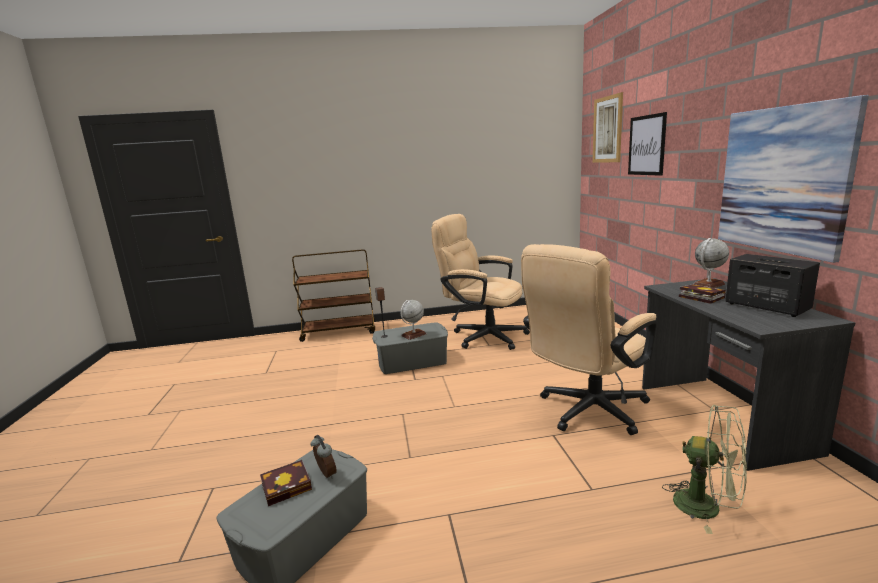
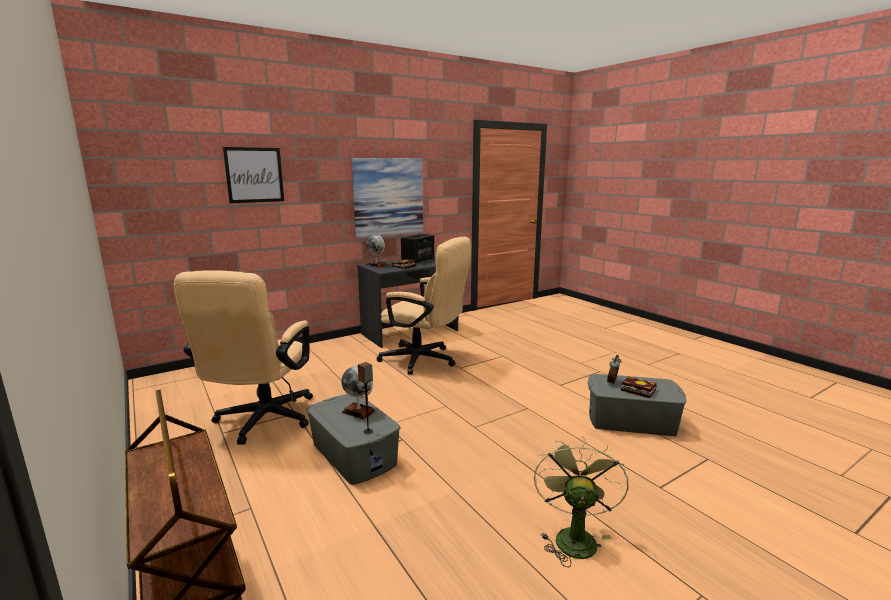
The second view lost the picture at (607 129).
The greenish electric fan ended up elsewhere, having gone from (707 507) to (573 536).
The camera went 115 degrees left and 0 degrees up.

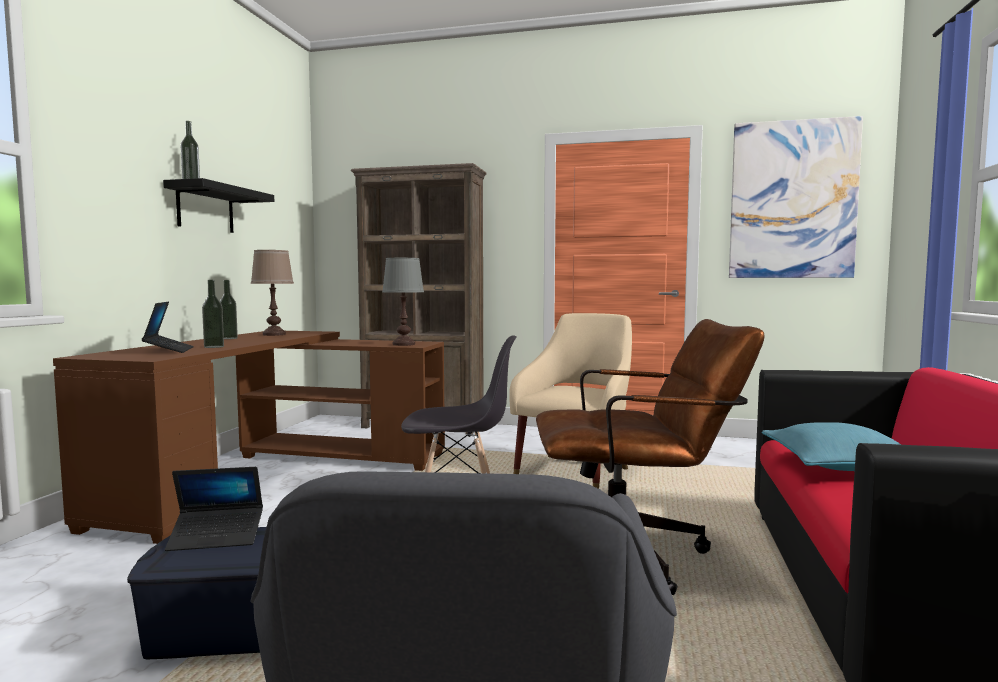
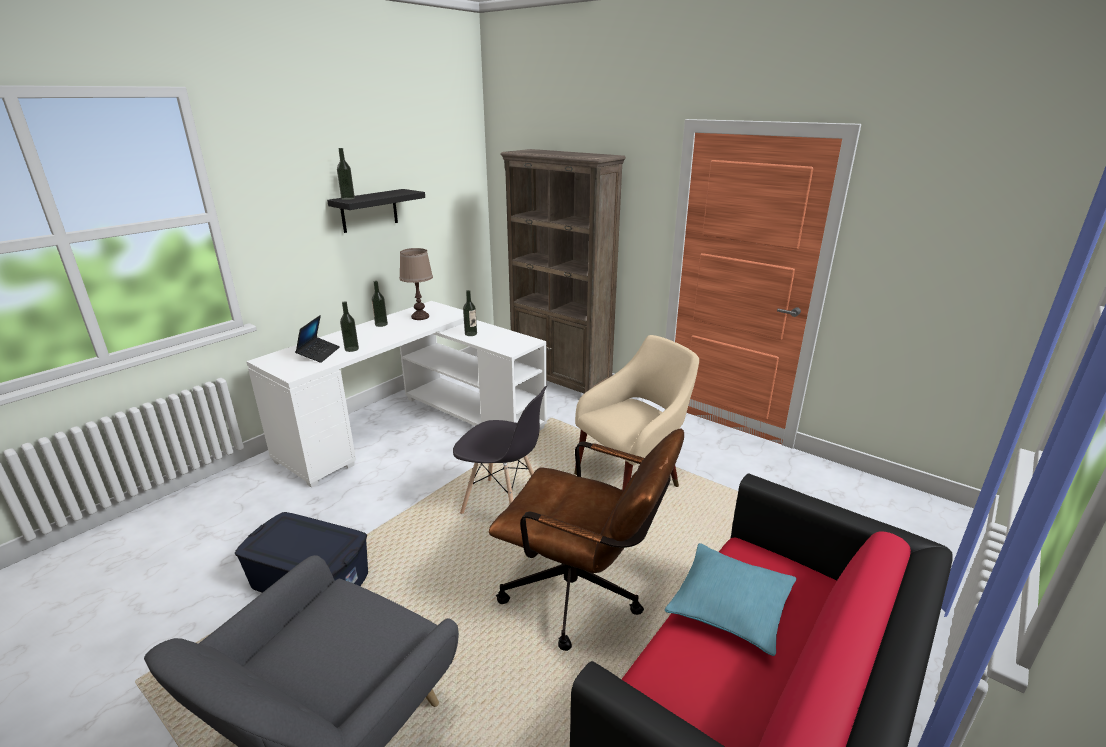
The second view lost the notebook computer at (217 537).
The second view lost the greyish lamp for a table at (404 344).
The second view lost the picture at (792 200).
The second view gained the beverage bottle at (471 334).
What was the brown-coloured desk at (276 475) turned into the white-coloured desk at (415 427).
The camera went 25 degrees right and 20 degrees up.

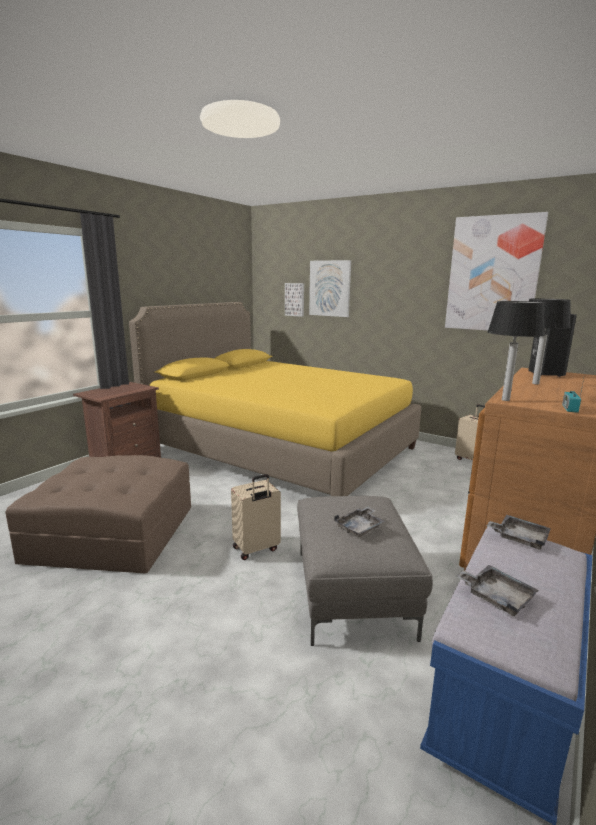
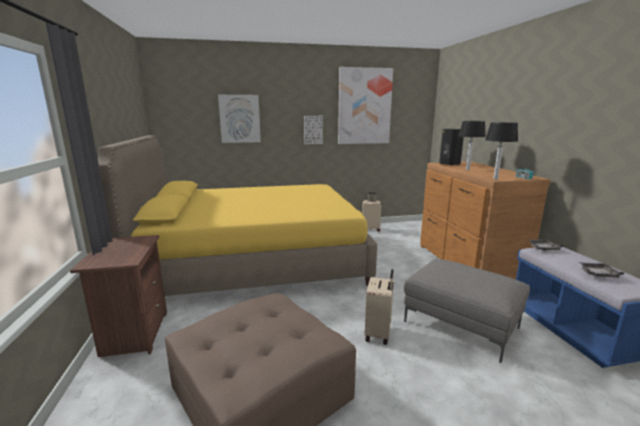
The second view lost the greyish tray at (360 528).
The picture ended up elsewhere, having gone from (295 299) to (313 129).
The camera went 45 degrees left and 0 degrees up.

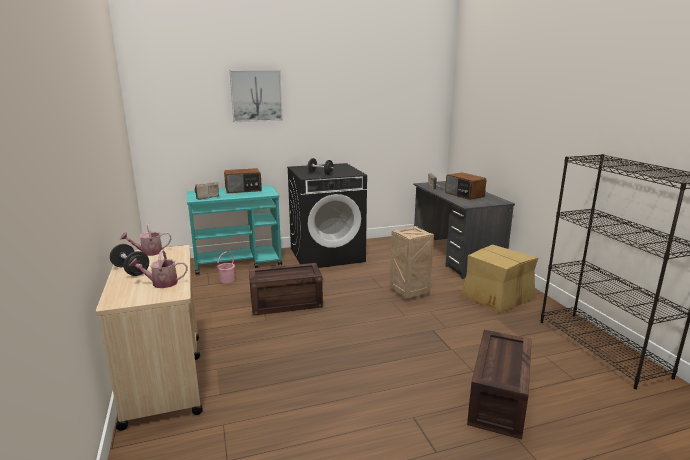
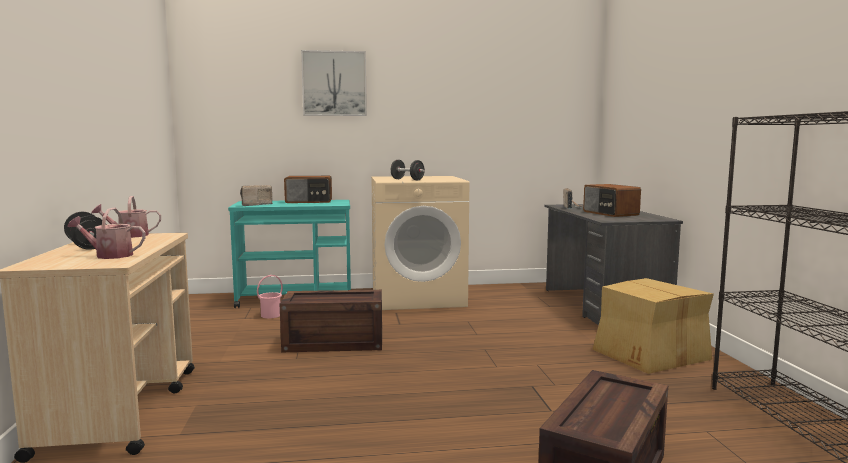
The second view lost the shipping crate at (409 293).
What was the black-coloured washing machine at (327 255) turned into the sand-coloured washing machine at (418 297).
The camera went 10 degrees right and 10 degrees down.

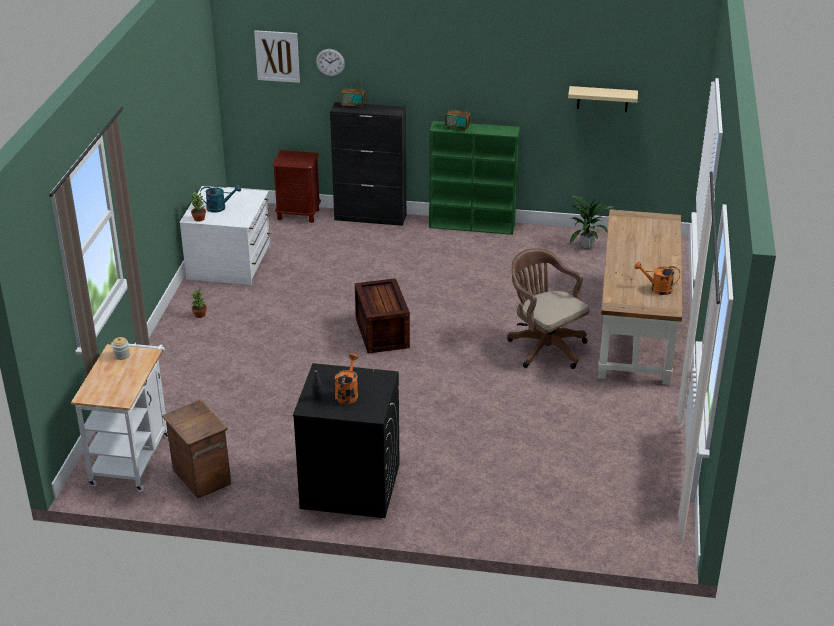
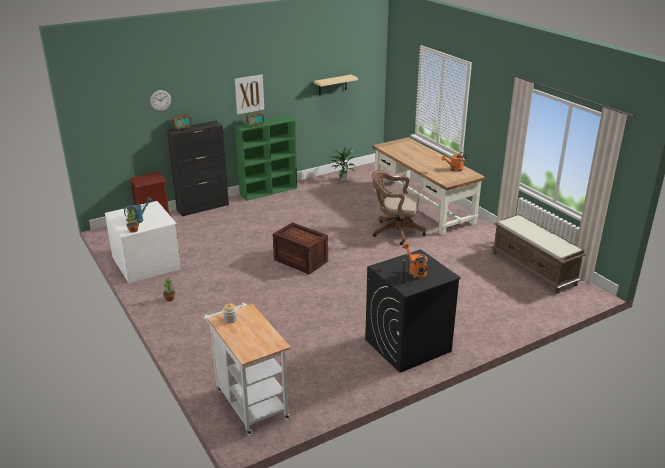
The second view lost the shipping crate at (201 478).
The second view gained the brown-coloured indoor bench at (534 268).
The picture ended up elsewhere, having gone from (277 56) to (249 94).
The camera went 40 degrees left and 5 degrees down.

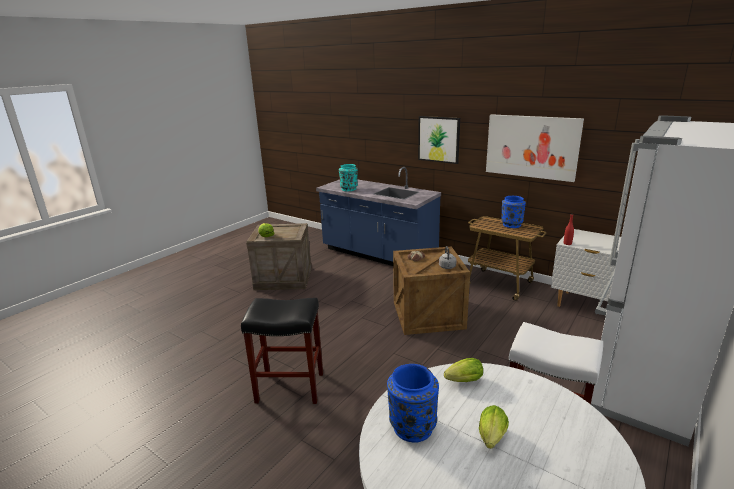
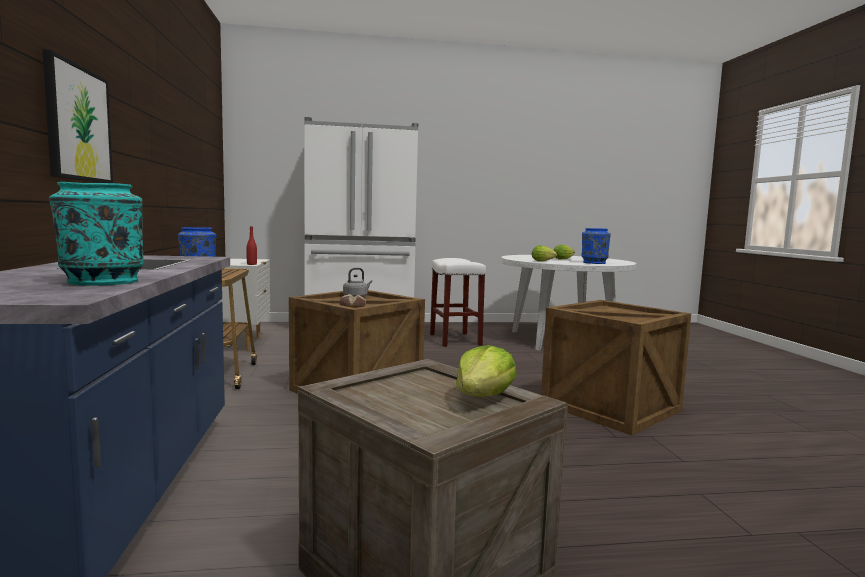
The second view lost the picture at (531 146).
Where the black-coloured stool seat stood at (289 388), the shipping crate came to stand at (612 407).
The camera went 135 degrees left and 15 degrees down.

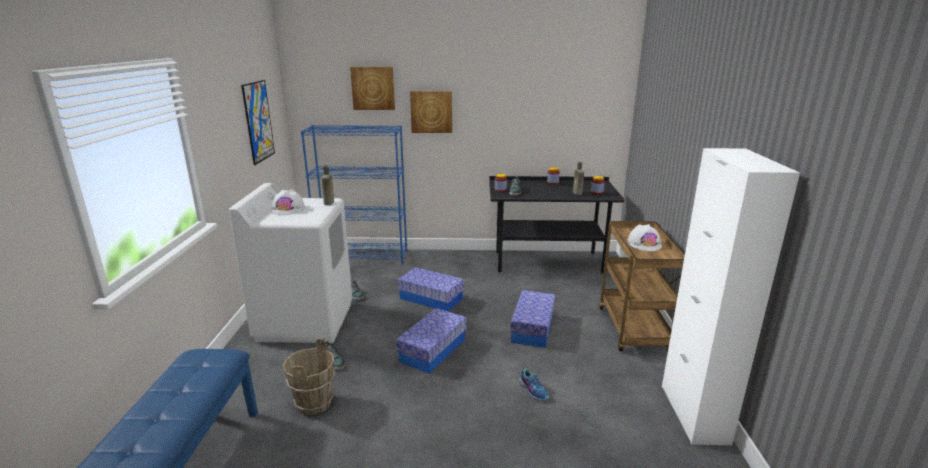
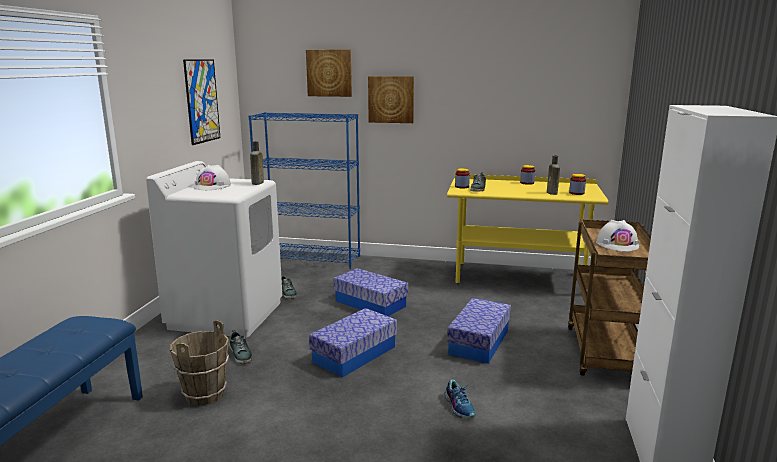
What was the black-coloured desk at (547 264) turned into the yellowish desk at (518 279).
The camera went 10 degrees right and 5 degrees down.

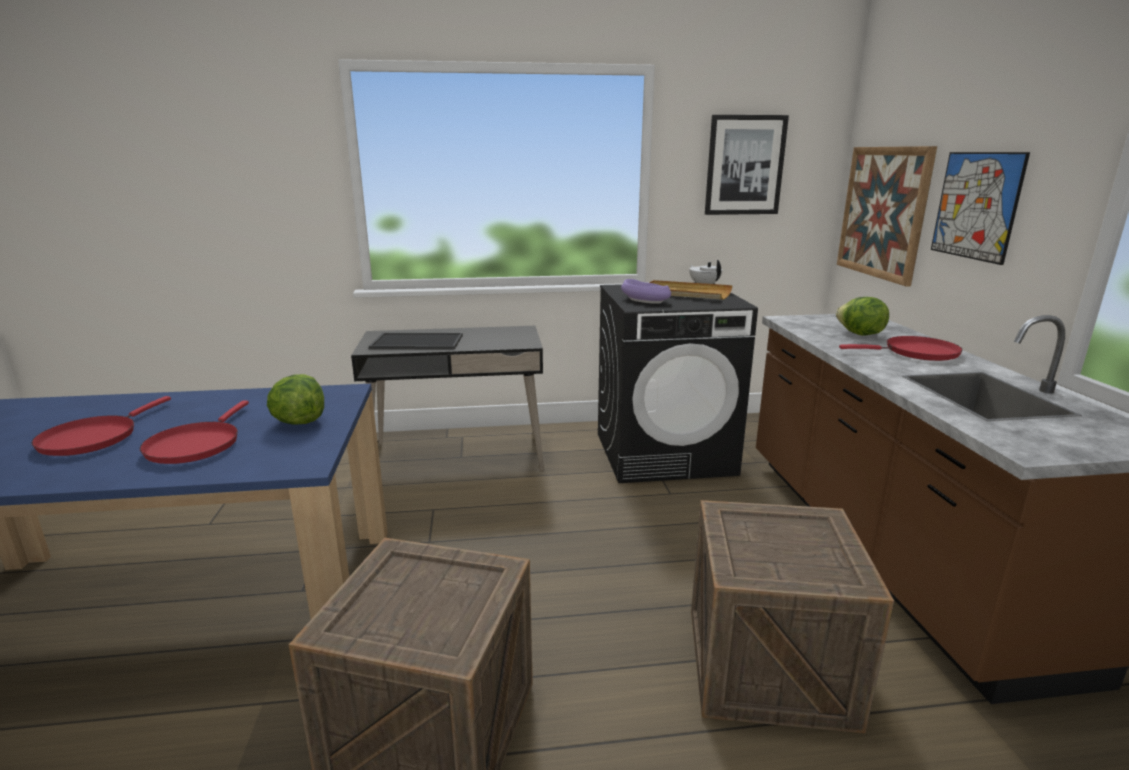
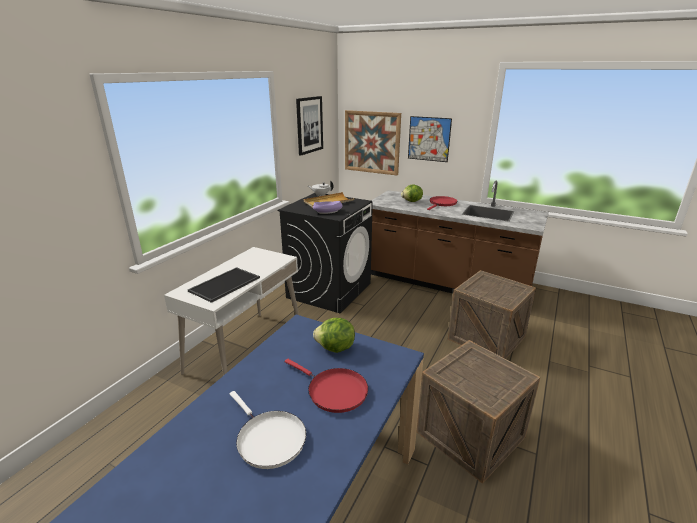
What was the reddish frying pan at (93 438) turned into the white-coloured frying pan at (268 439).
What was the black-coloured desk at (458 456) turned into the white-coloured desk at (245 349).
The camera went 55 degrees left and 5 degrees up.

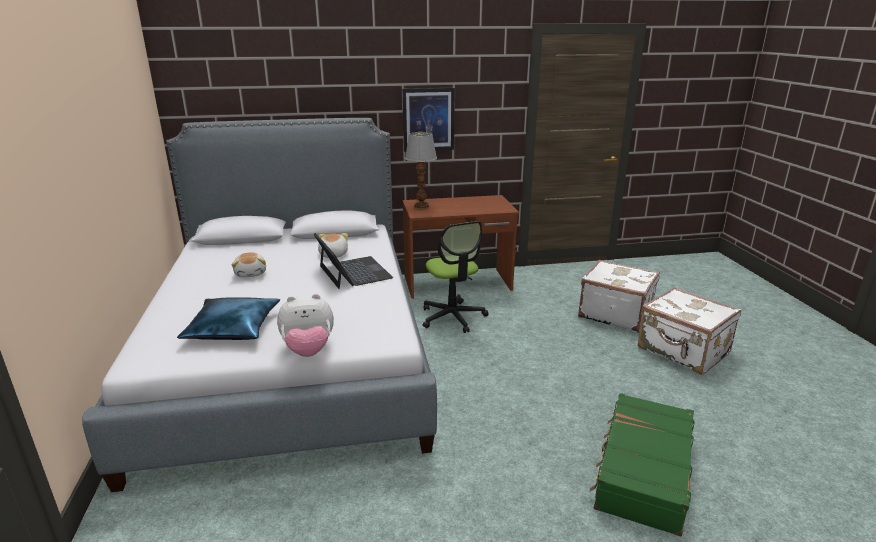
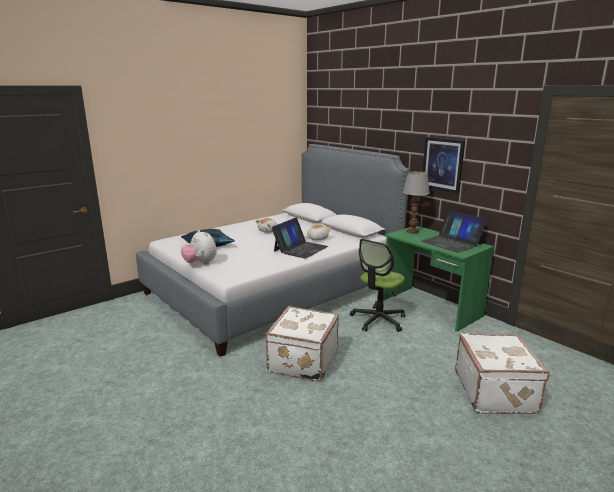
The second view lost the greenish suitcase at (642 471).
The second view gained the notebook computer at (452 242).
The white-coloured suitcase ended up elsewhere, having gone from (682 351) to (301 361).
What was the brown-coloured desk at (458 283) turned into the greenish desk at (431 308).
The camera went 60 degrees right and 5 degrees down.

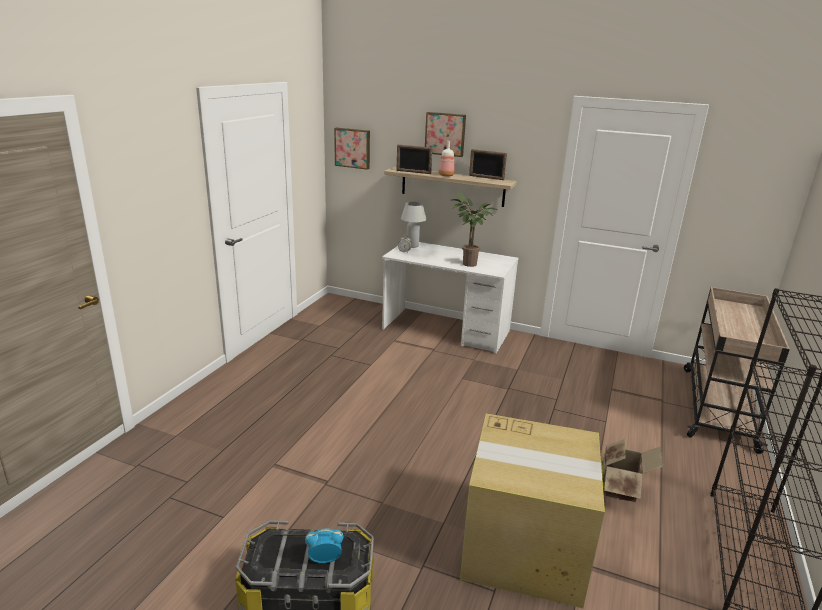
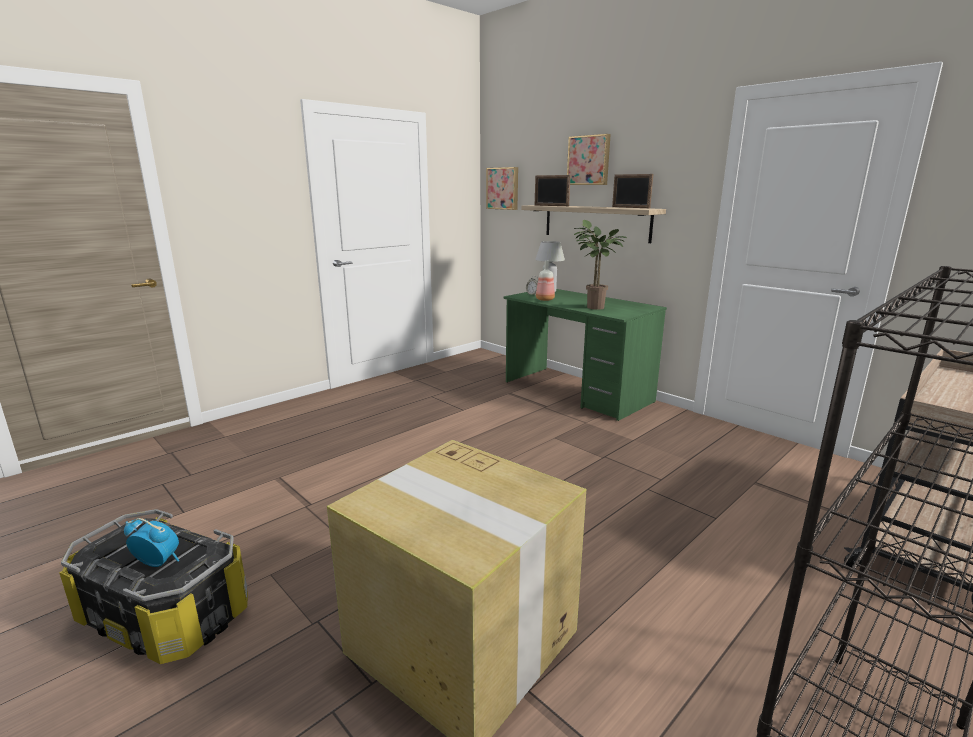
The second view lost the cardboard box at (621 488).
The beverage bottle ended up elsewhere, having gone from (446 175) to (544 299).
What was the white-coloured desk at (446 330) turned into the greenish desk at (576 392).
The camera went 25 degrees right and 5 degrees down.

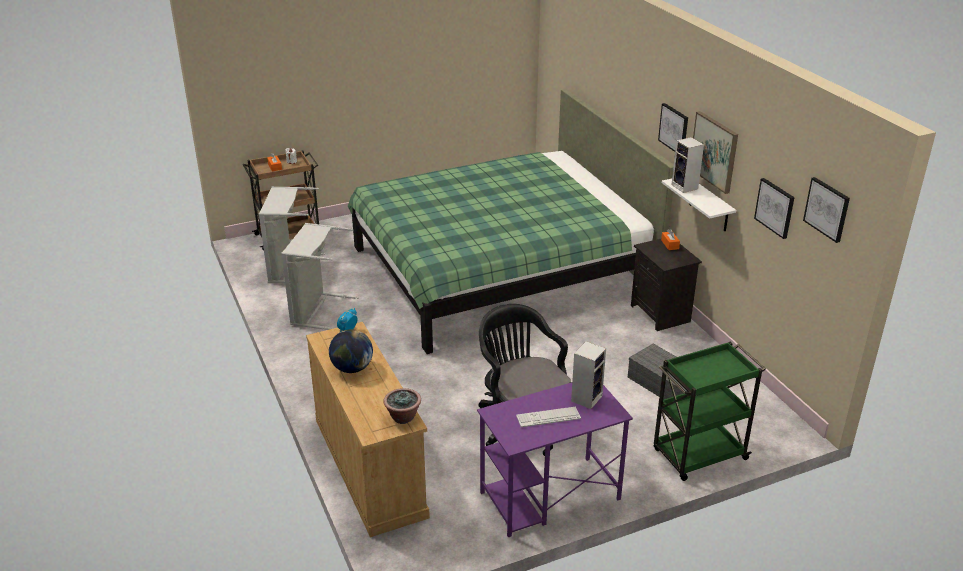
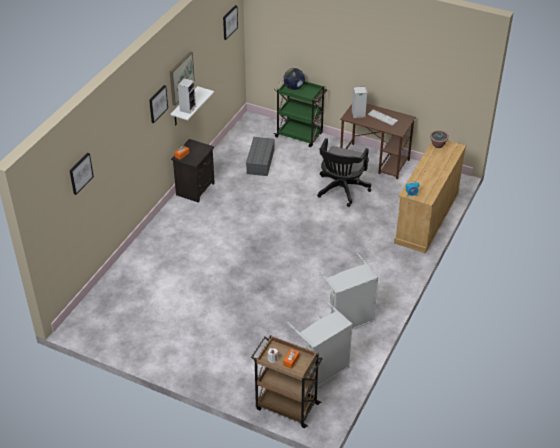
The second view lost the greenish sleeping bed at (499 269).
The world globe ended up elsewhere, having gone from (352 368) to (294 87).
The picture ended up elsewhere, having gone from (775 207) to (80 173).
What was the purple-coloured desk at (549 496) turned into the brown-coloured desk at (375 161).
The camera went 130 degrees left and 10 degrees up.

